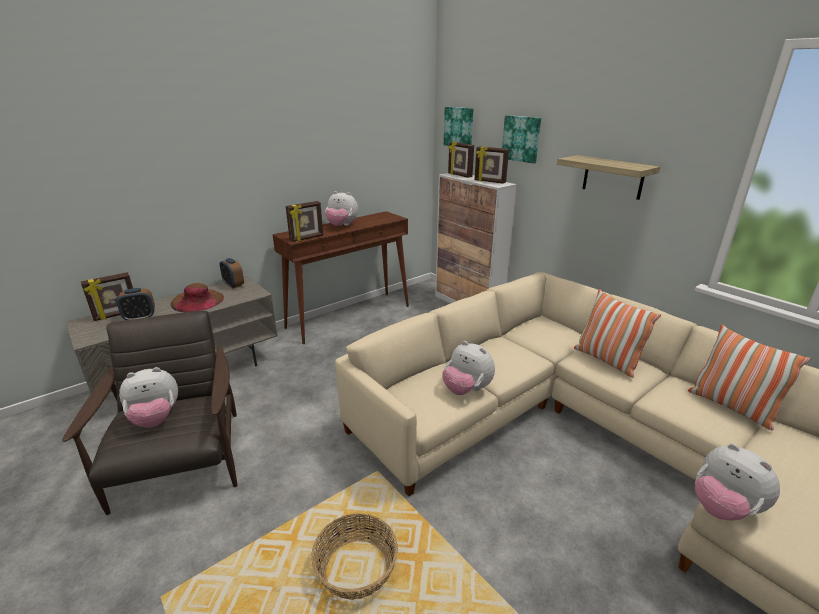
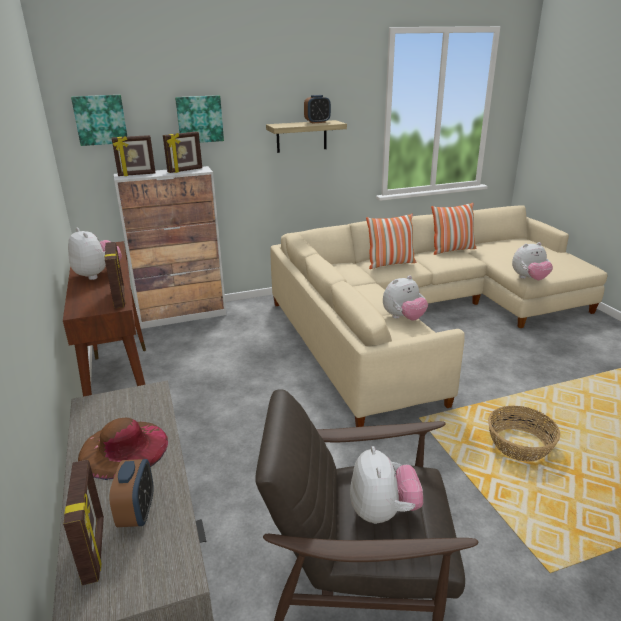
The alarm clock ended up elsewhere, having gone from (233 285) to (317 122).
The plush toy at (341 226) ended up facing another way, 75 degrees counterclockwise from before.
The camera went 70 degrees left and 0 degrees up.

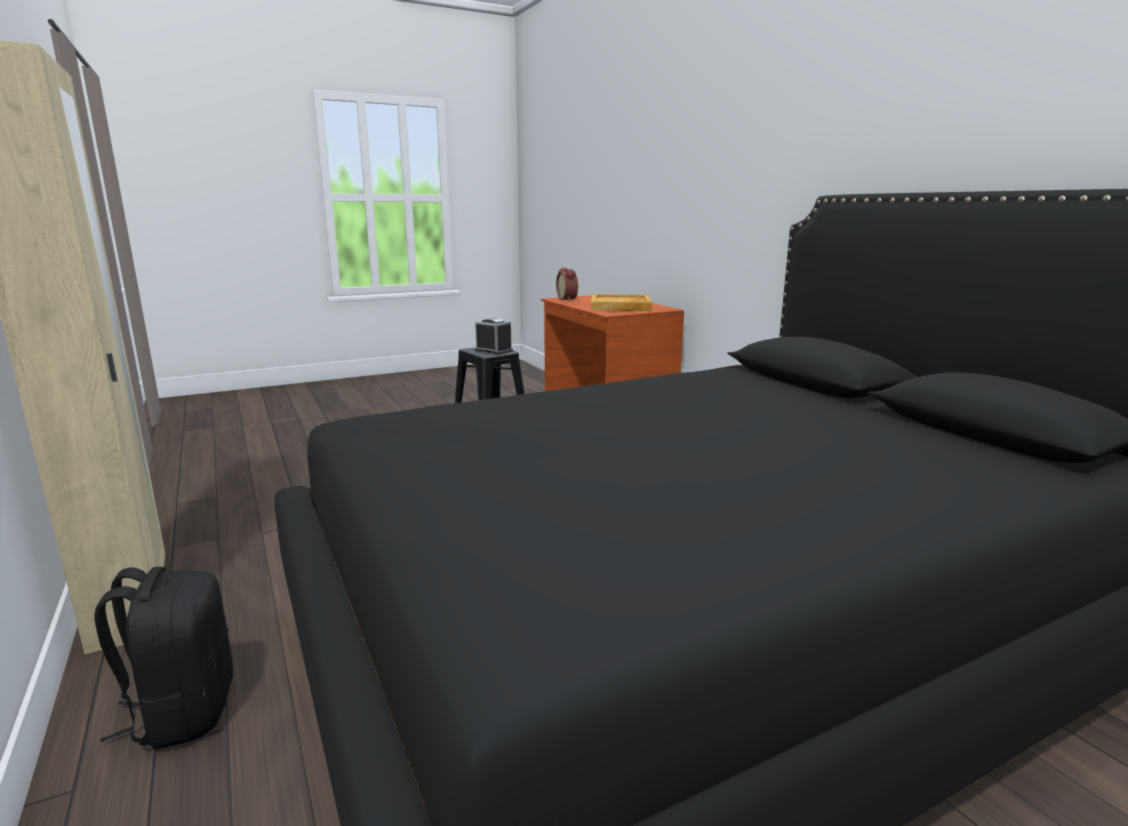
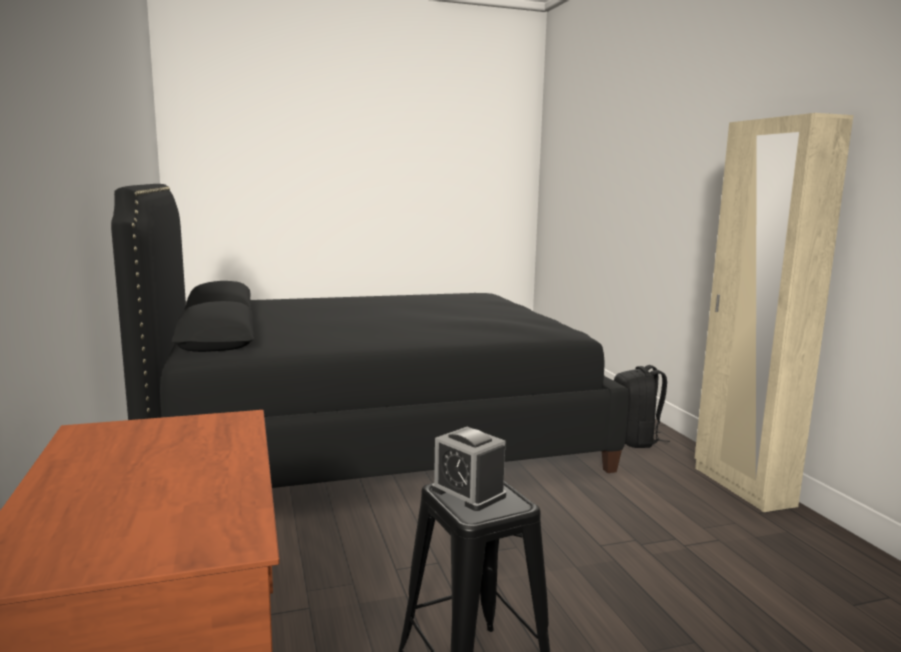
The second view lost the alarm clock at (568 299).
The second view lost the sand-coloured tray at (621 306).
The camera went 170 degrees left and 5 degrees down.

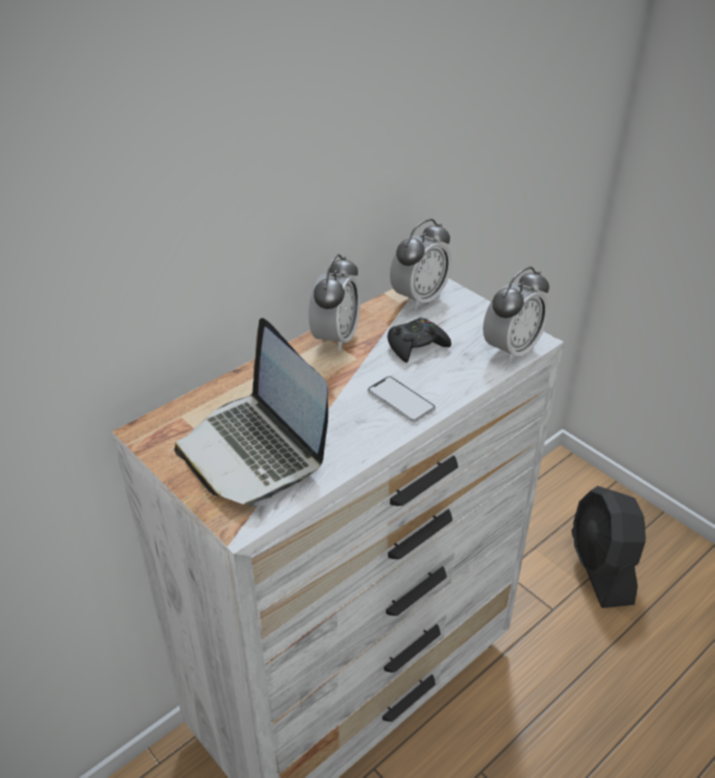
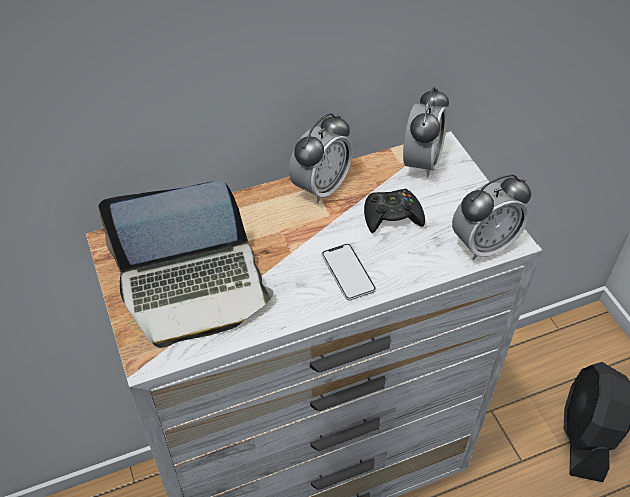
The notebook computer at (255 450) ended up facing another way, 90 degrees counterclockwise from before.
The alarm clock at (419 298) ended up facing another way, 45 degrees counterclockwise from before.
The camera went 20 degrees right and 10 degrees up.

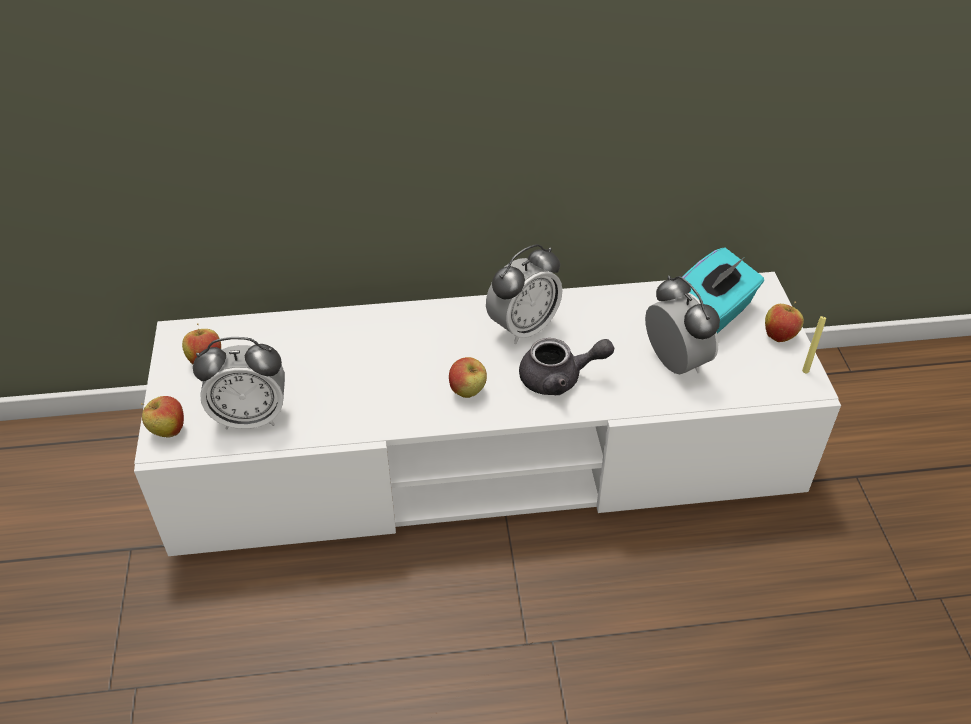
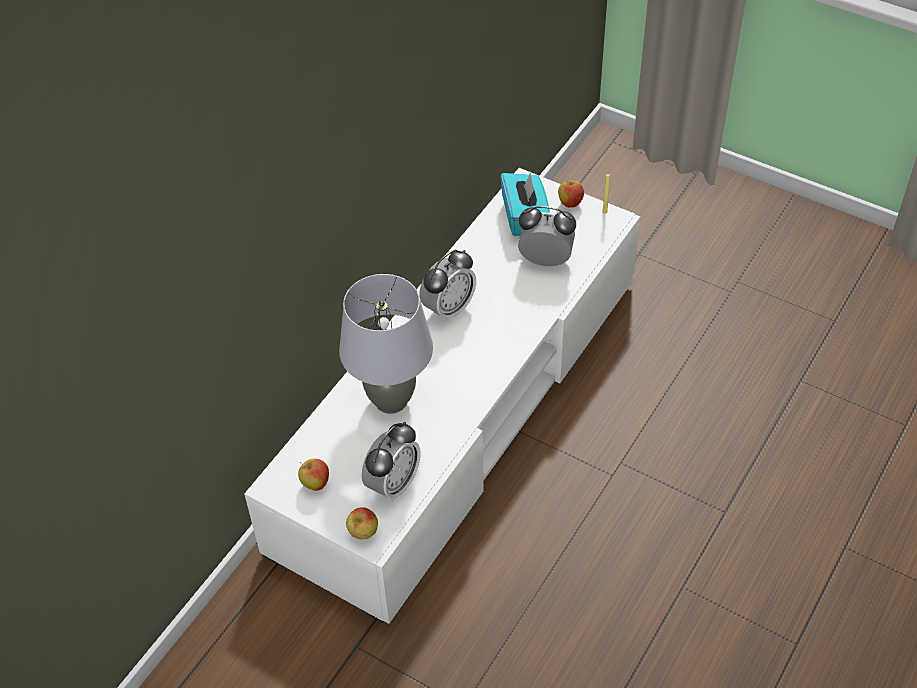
The second view lost the whole apple at (467 392).
The second view lost the greyish pot for tea at (559 378).
The second view gained the greyish lamp for a table at (391 401).
The alarm clock at (523 328) ended up facing another way, 45 degrees clockwise from before.
The camera went 50 degrees left and 5 degrees up.

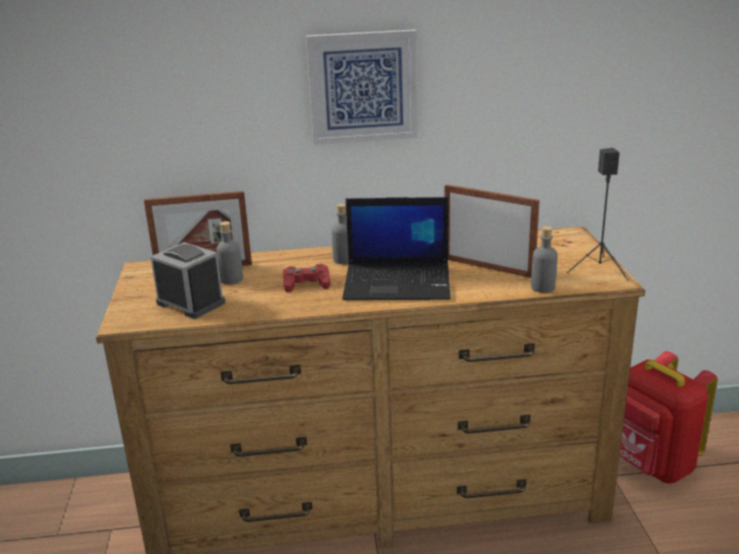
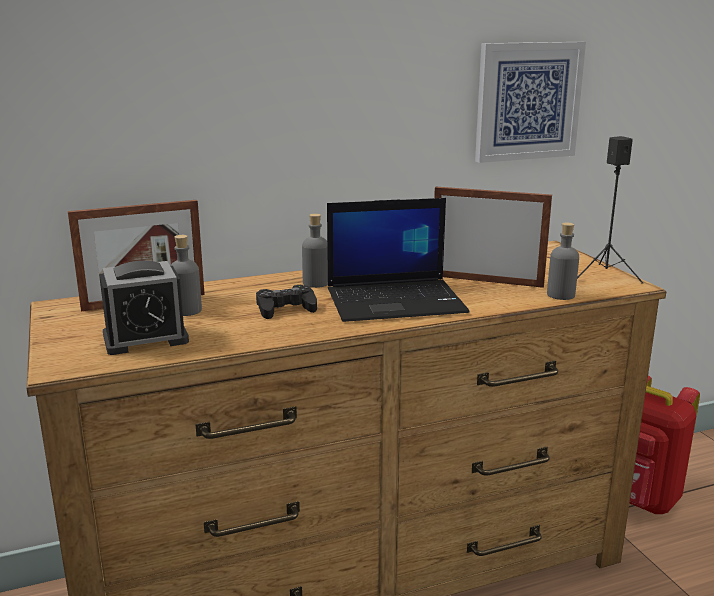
The picture ended up elsewhere, having gone from (362 87) to (527 101).
What was the reddish joypad at (306 284) turned into the black-coloured joypad at (285 309).
The alarm clock at (190 303) ended up facing another way, 135 degrees clockwise from before.
The camera went 15 degrees left and 5 degrees down.

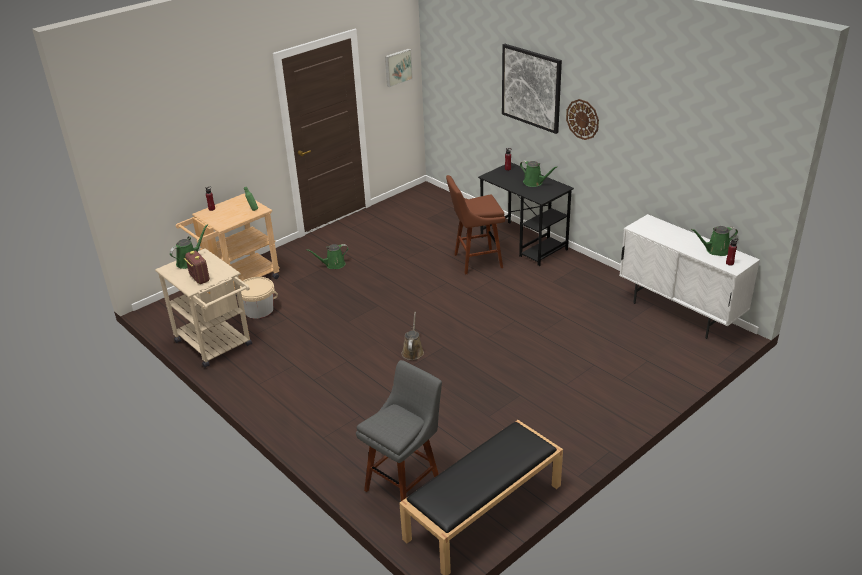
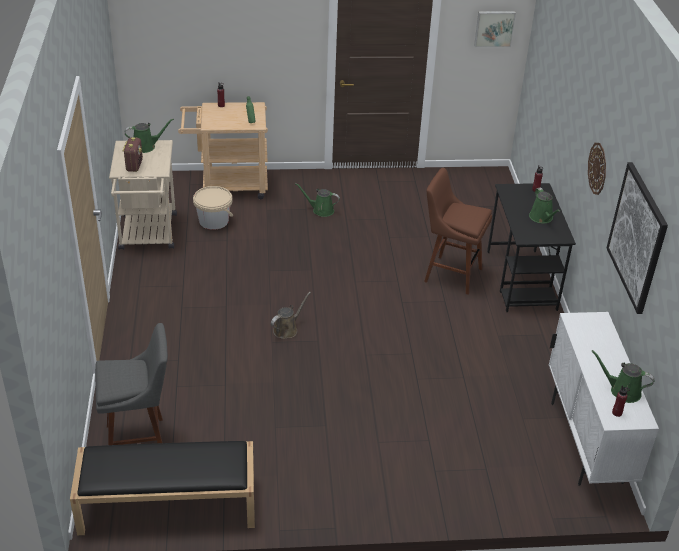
The picture ended up elsewhere, having gone from (531 88) to (637 237).
The camera went 35 degrees right and 5 degrees up.

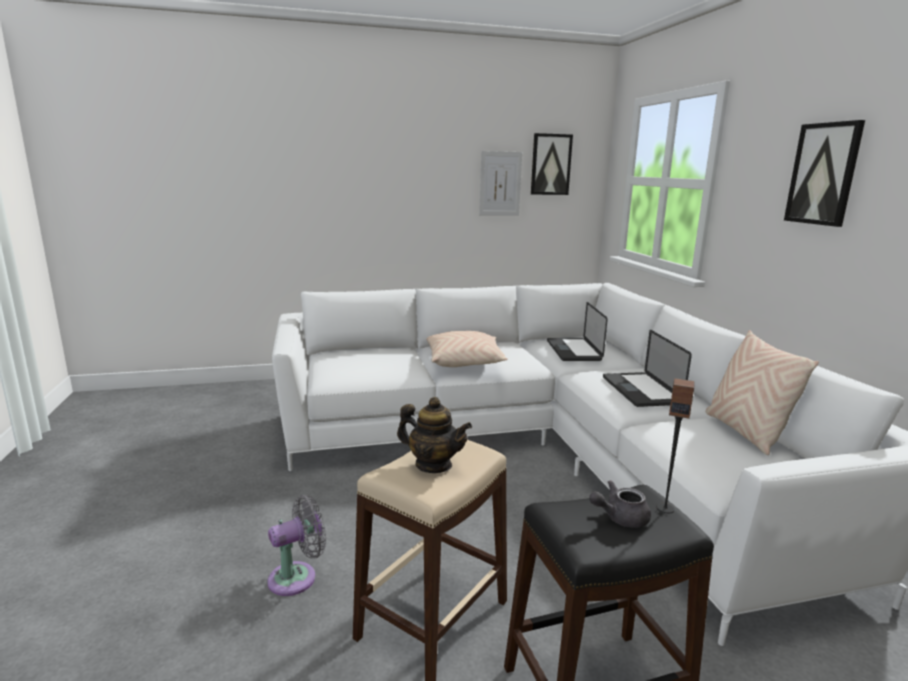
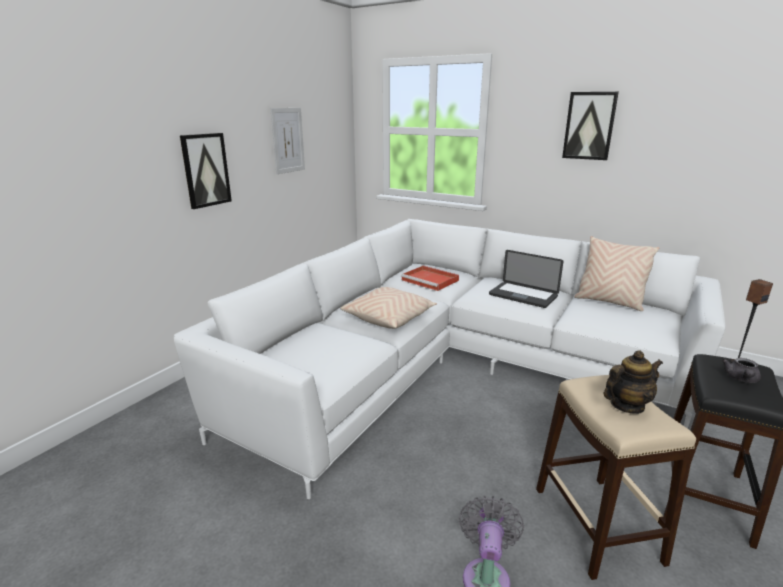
The picture ended up elsewhere, having gone from (550 164) to (205 170).
Where the notebook computer stood at (573 350), the reddish tray came to stand at (431 280).
The camera went 45 degrees left and 5 degrees up.

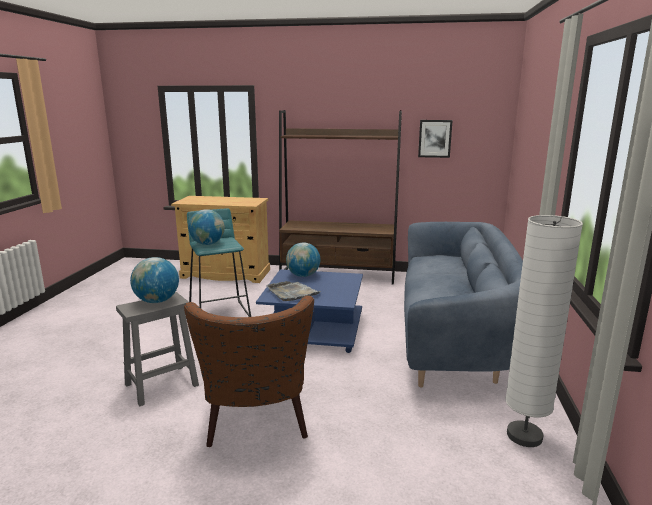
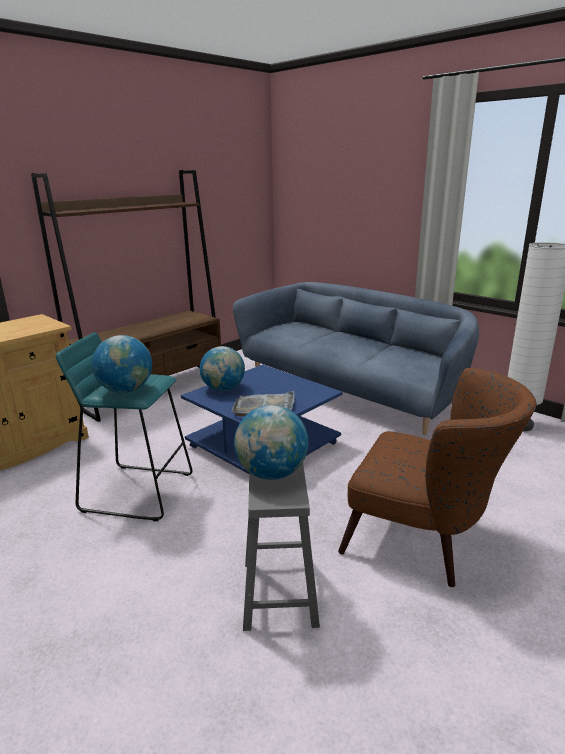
The second view lost the picture at (434 138).
The camera went 55 degrees left and 5 degrees up.

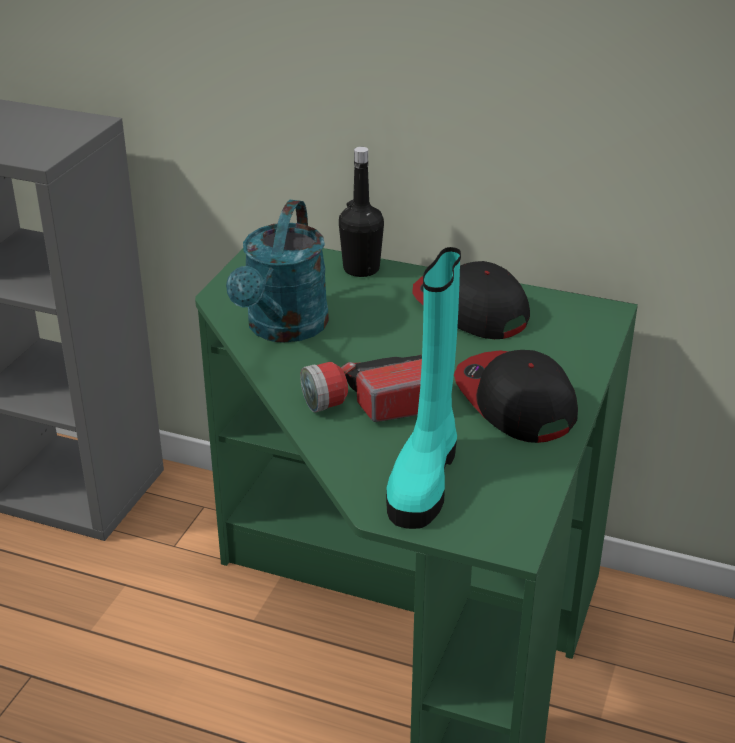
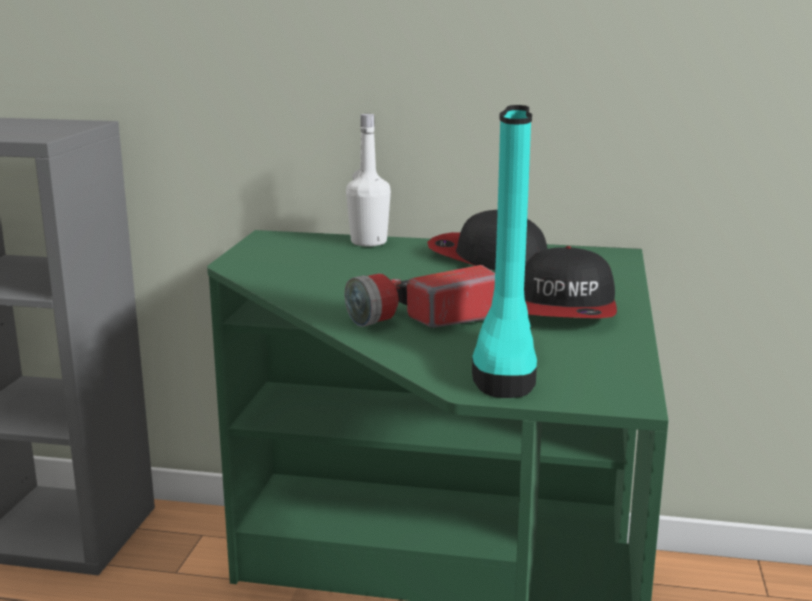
The second view lost the turquoise-coloured watering can at (283 329).
What was the black-coloured beverage bottle at (361 269) turned into the white-coloured beverage bottle at (368 242).
The cap at (514 401) ended up facing another way, 135 degrees counterclockwise from before.
The camera went 10 degrees left and 15 degrees down.

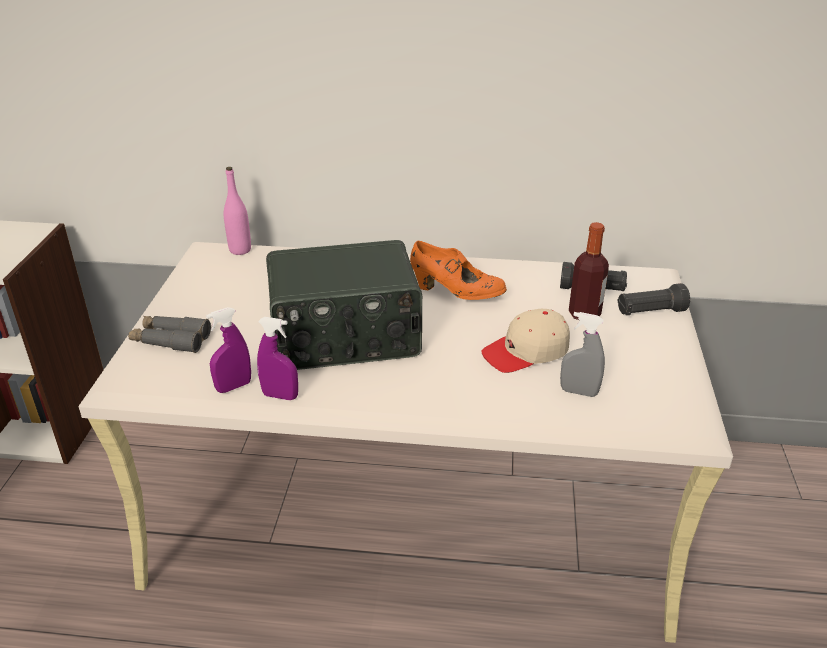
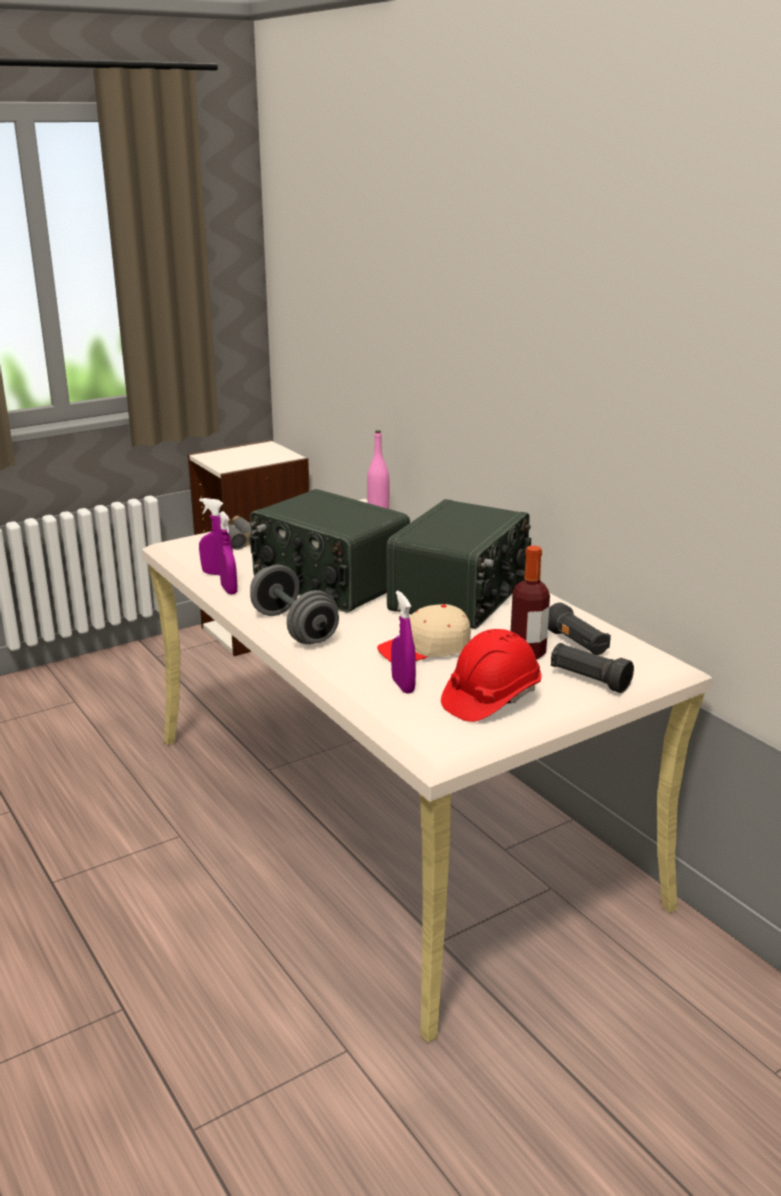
The second view gained the greyish free weight at (294 628).
The second view gained the reddish work helmet at (490 698).
Where the orange-coloured item of footwear stood at (456 293), the radio receiver came to stand at (461 596).
What was the greyish sprayer at (578 392) turned into the purple-coloured sprayer at (403 686).
The sand-coloured cap at (526 351) ended up facing another way, 45 degrees counterclockwise from before.
The camera went 50 degrees right and 10 degrees down.

